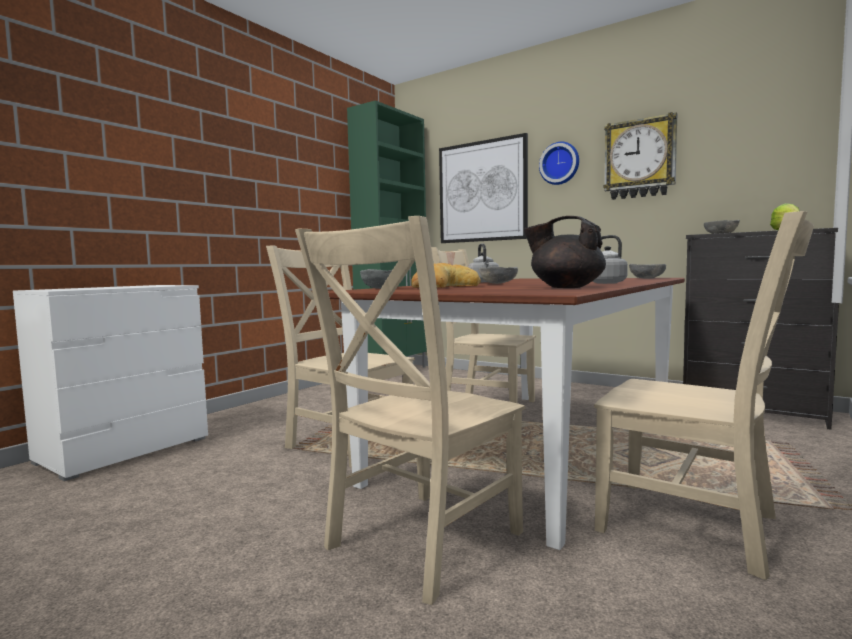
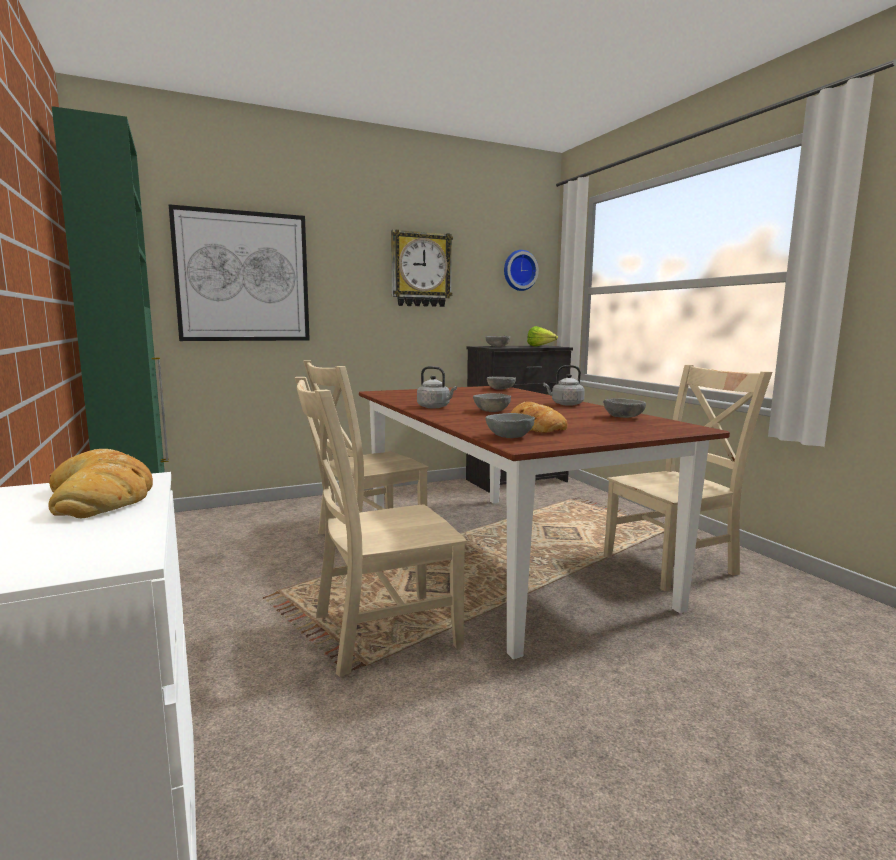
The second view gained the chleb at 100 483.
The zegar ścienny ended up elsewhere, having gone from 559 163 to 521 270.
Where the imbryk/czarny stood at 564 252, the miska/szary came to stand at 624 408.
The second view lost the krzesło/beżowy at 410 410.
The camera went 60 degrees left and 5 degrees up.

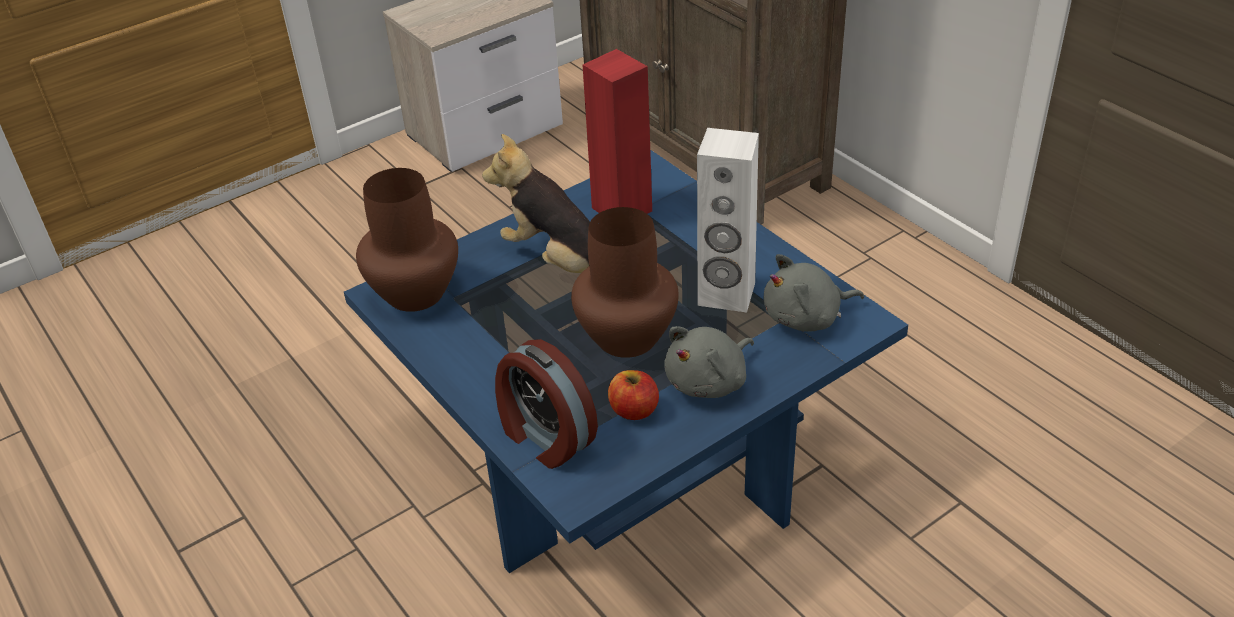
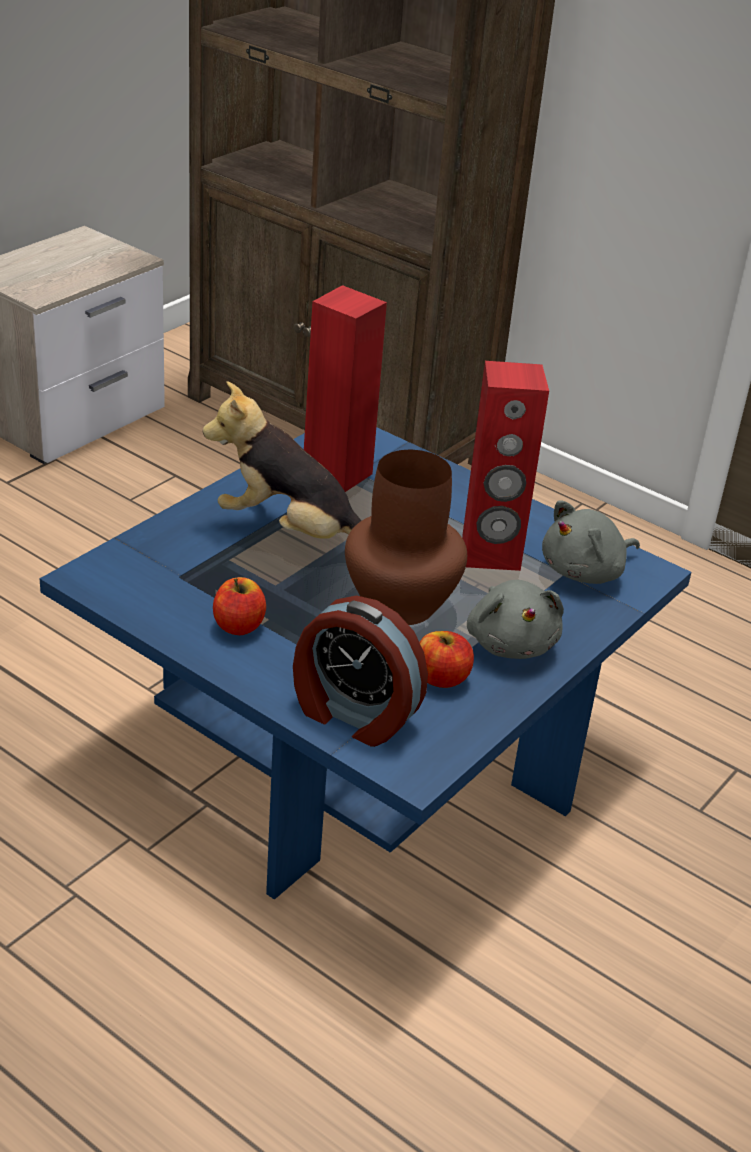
The second view gained the jabłko at 239 606.
What was the głośnik/biały at 728 220 turned into the głośnik/czerwony at 505 466.
The pluszak/szary at 709 362 ended up facing another way, 45 degrees counterclockwise from before.
The second view lost the wazon/brązowy at 407 240.
The camera went 20 degrees left and 5 degrees down.

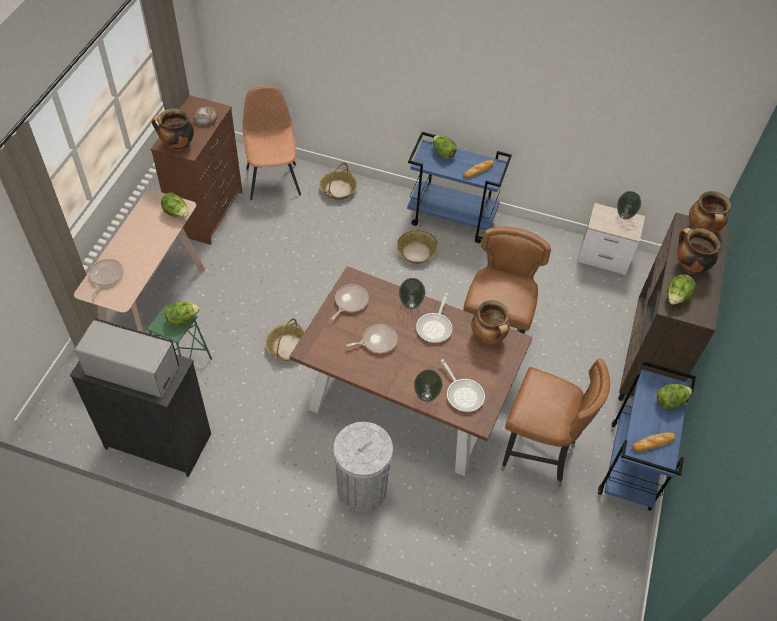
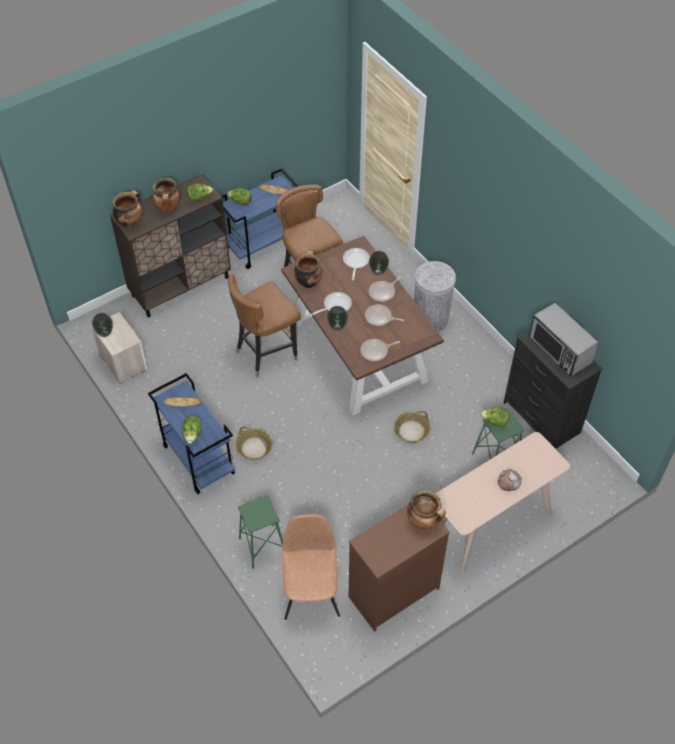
Where the koszyk stood at 338 181, the stołek/zielony came to stand at 260 532.
The krzesło/brązowy at 272 143 ended up facing another way, 150 degrees clockwise from before.
The patelnia ended up elsewhere, having gone from 106 278 to 385 289.
The chleb ended up elsewhere, having gone from 206 116 to 509 480.
The second view lost the sałata at 174 205.
The camera went 140 degrees left and 0 degrees up.

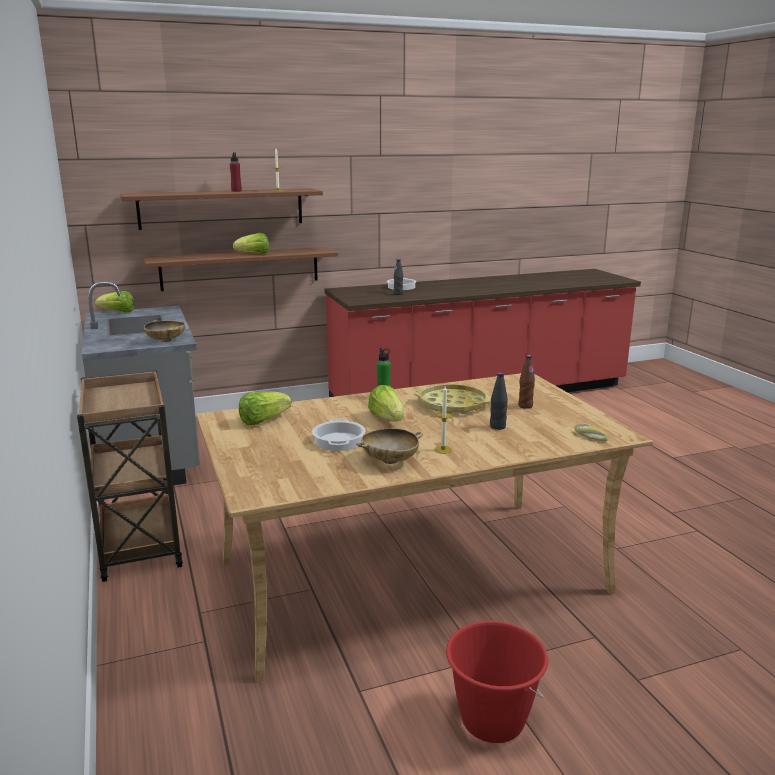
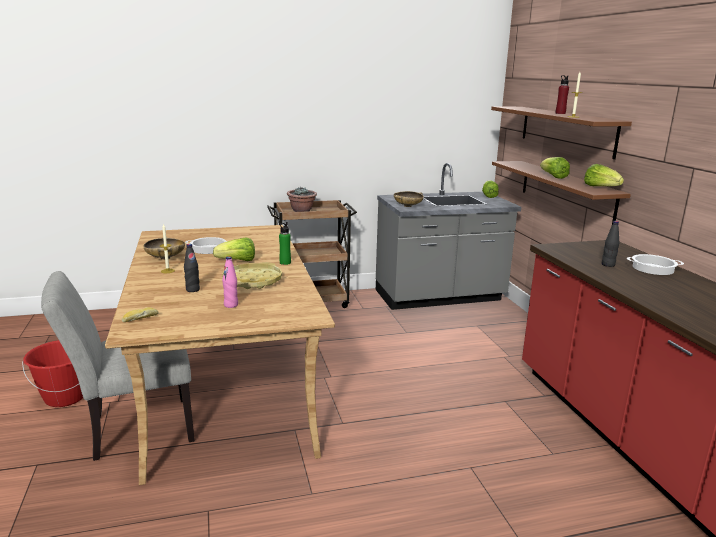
The second view gained the krzesło/szary at 118 366.
What was the butelka/brązowy at 526 382 turned into the butelka/różowy at 230 282.
The second view gained the roślina doniczkowa at 302 199.
The sałata ended up elsewhere, having gone from 265 408 to 604 175.
The camera went 95 degrees right and 0 degrees up.

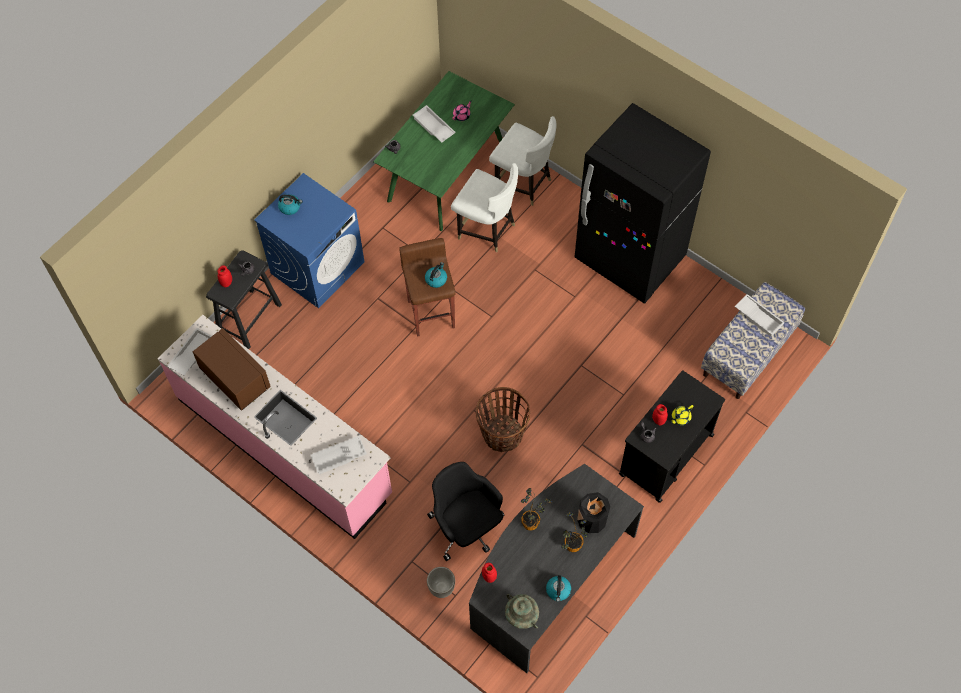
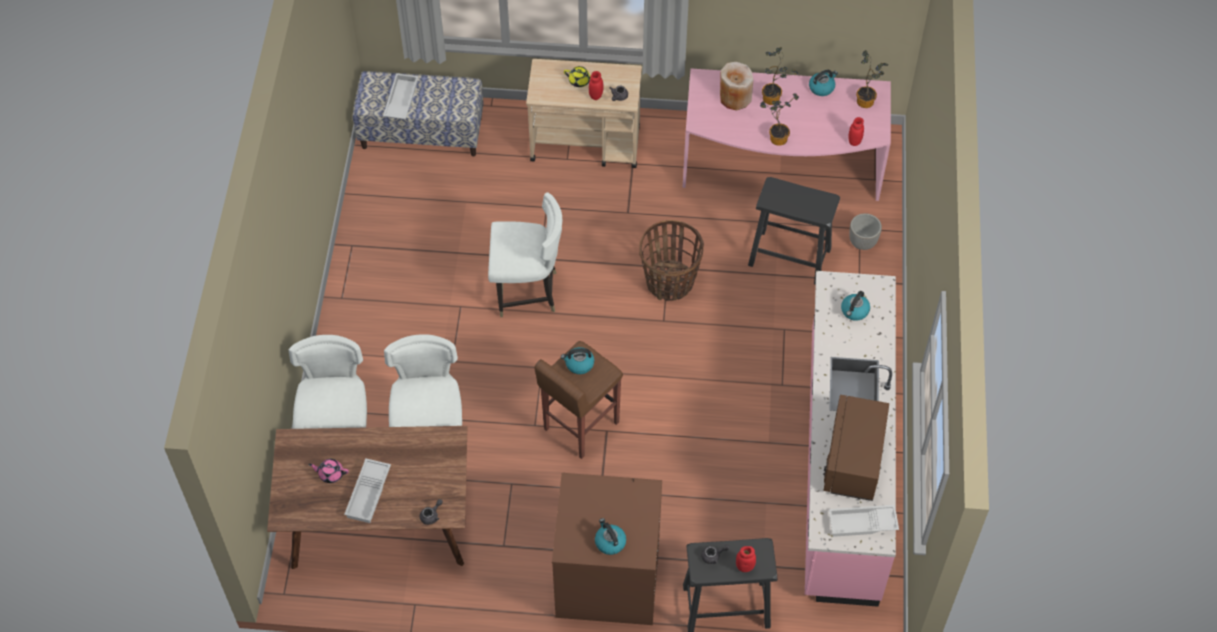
What was the stół jadalny/zielony at 444 151 turned into the stół jadalny/brązowy at 367 497.
The second view gained the krzesło/biały at 525 254.
What was the wózek/czarny at 672 437 turned into the wózek/beżowy at 584 113.
What was the pralka/niebieski at 309 240 turned into the pralka/brązowy at 607 549.
What was the biurko/szary at 556 568 turned into the biurko/różowy at 787 135.
What was the wazon/czarny at 593 512 turned into the wazon/beżowy at 736 86.
Where the krzesło biurowe/czarny stood at 466 511, the stołek/czarny came to stand at 794 231.
Where the taca/biały stood at 339 455, the czajnik came to stand at 855 306.
Where the wazon/turkusowy stood at 522 611, the roślina doniczkowa came to stand at 872 79.
The second view lost the lodówka/czarny at 643 203.
The camera went 125 degrees left and 5 degrees down.

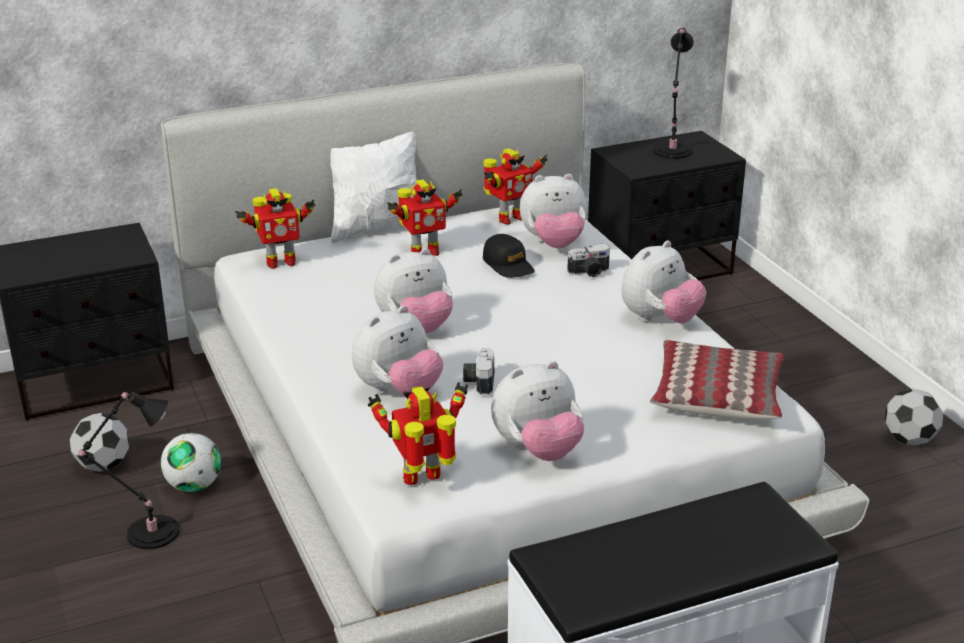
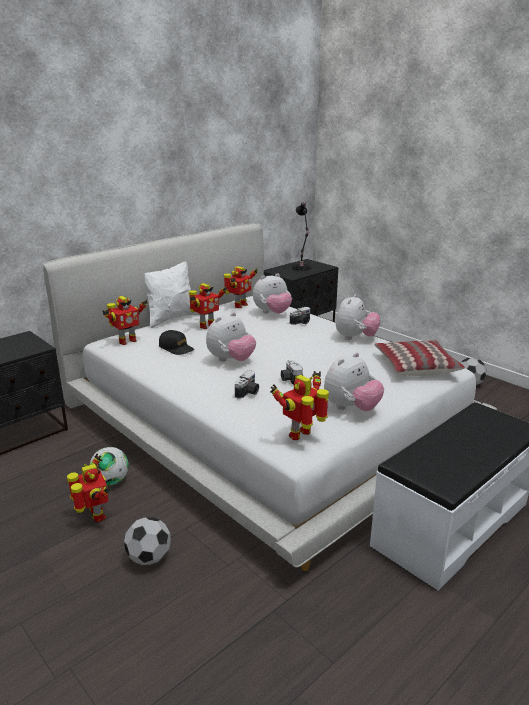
Where the lampa stołowa/czarny stood at 128 470, the robot zabawkowy came to stand at 89 488.
The piłka futbolowa ended up elsewhere, having gone from 99 442 to 147 541.
The czapka z daszkiem/czarny ended up elsewhere, having gone from 508 256 to 176 342.
Where the pluszak stood at 397 350, the aparat fotograficzny came to stand at 247 384.
The camera went 20 degrees left and 5 degrees down.

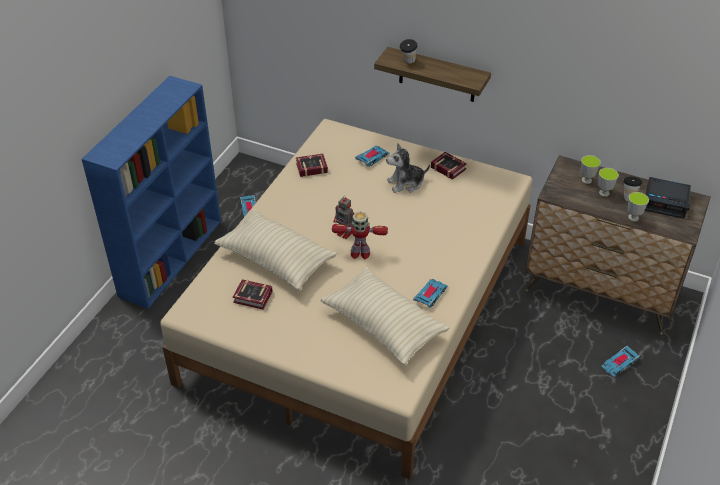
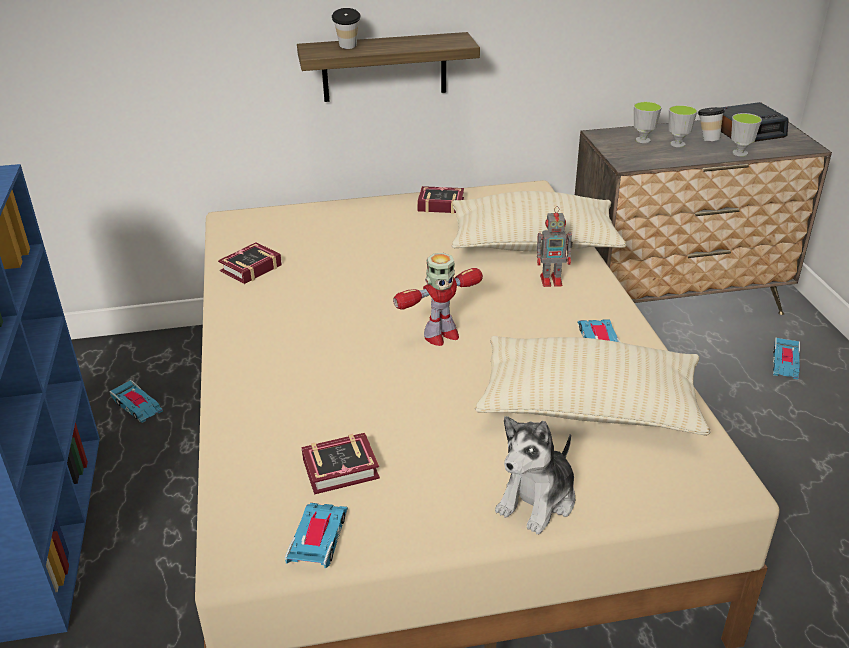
The samochodzik ended up elsewhere, having gone from 372 156 to 316 535.
The poduszka/beżowy ended up elsewhere, having gone from 275 250 to 538 221.
The pluszak ended up elsewhere, having gone from 408 168 to 535 475.
The robot zabawkowy ended up elsewhere, having gone from 343 217 to 555 246.
The camera went 35 degrees left and 10 degrees down.

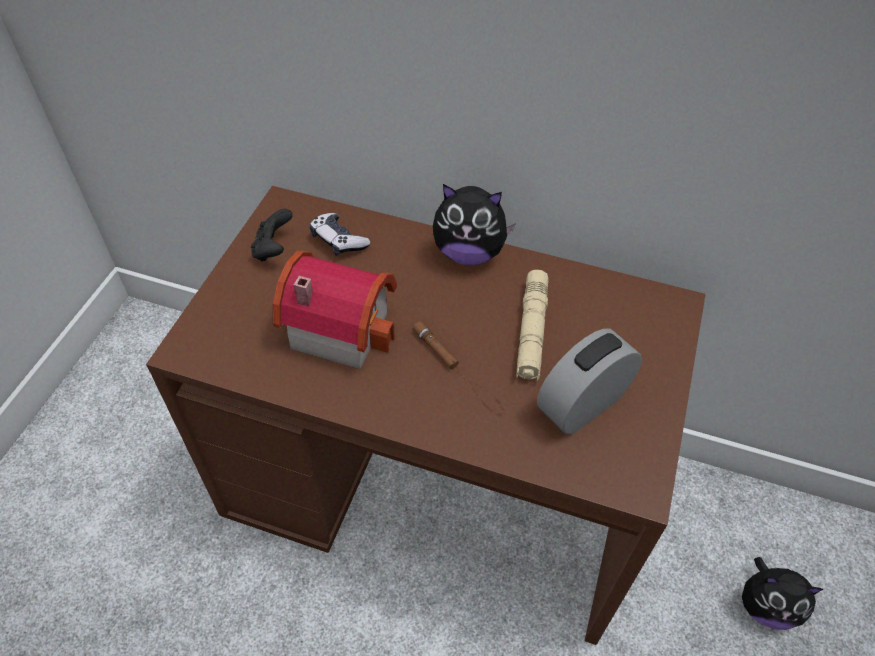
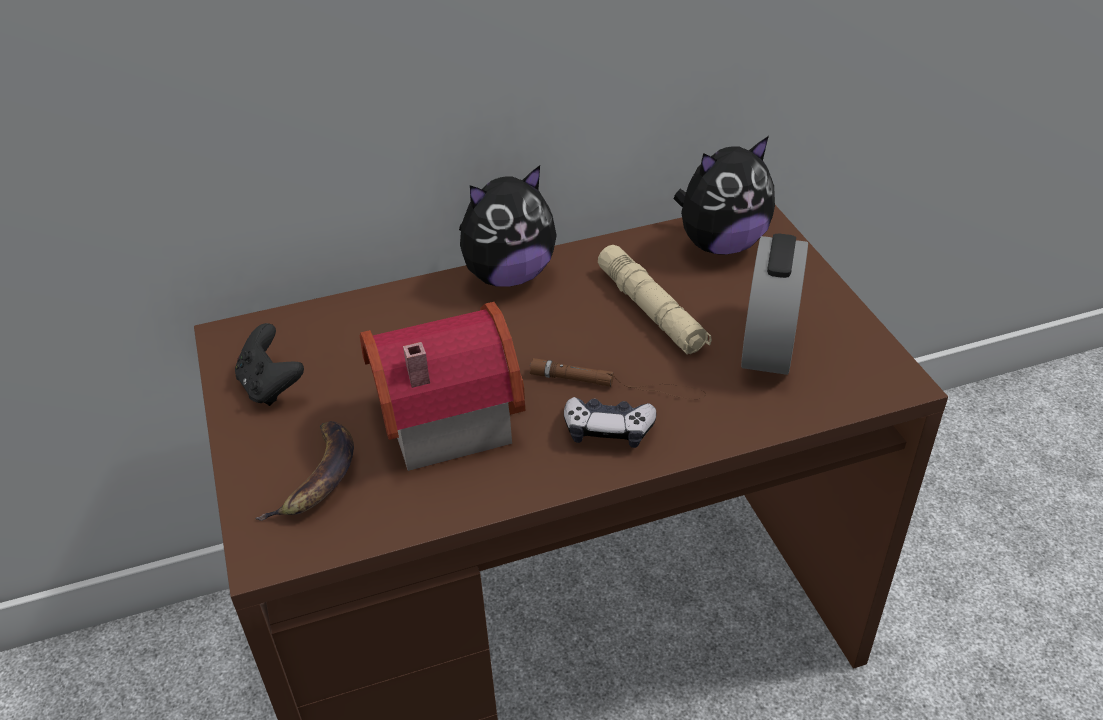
The second view gained the banan at 304 471.
The pad do gier ended up elsewhere, having gone from 340 234 to 610 422.
The pluszak ended up elsewhere, having gone from 783 593 to 724 195.
The camera went 35 degrees left and 10 degrees down.

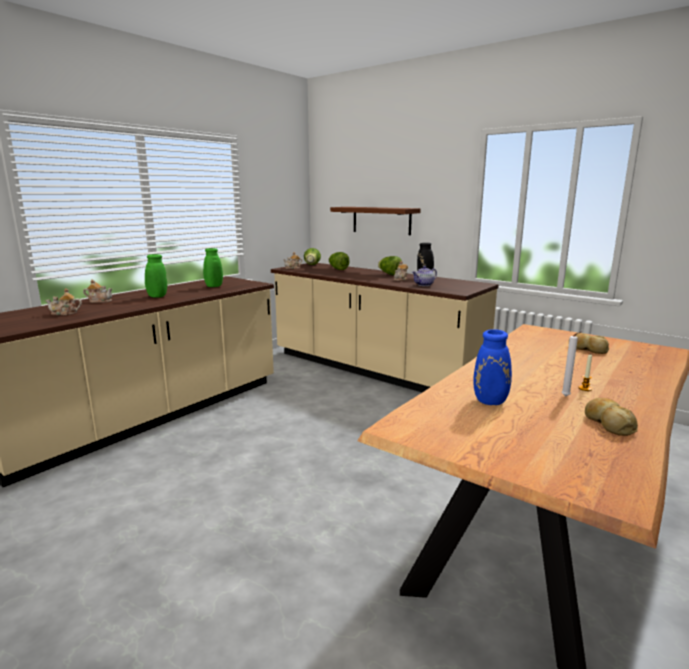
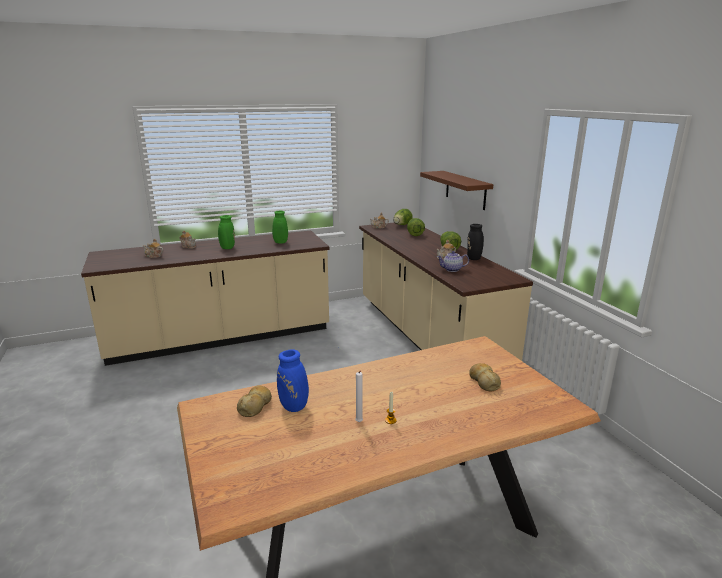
The chleb ended up elsewhere, having gone from 611 417 to 254 401.
The camera went 30 degrees right and 5 degrees up.

